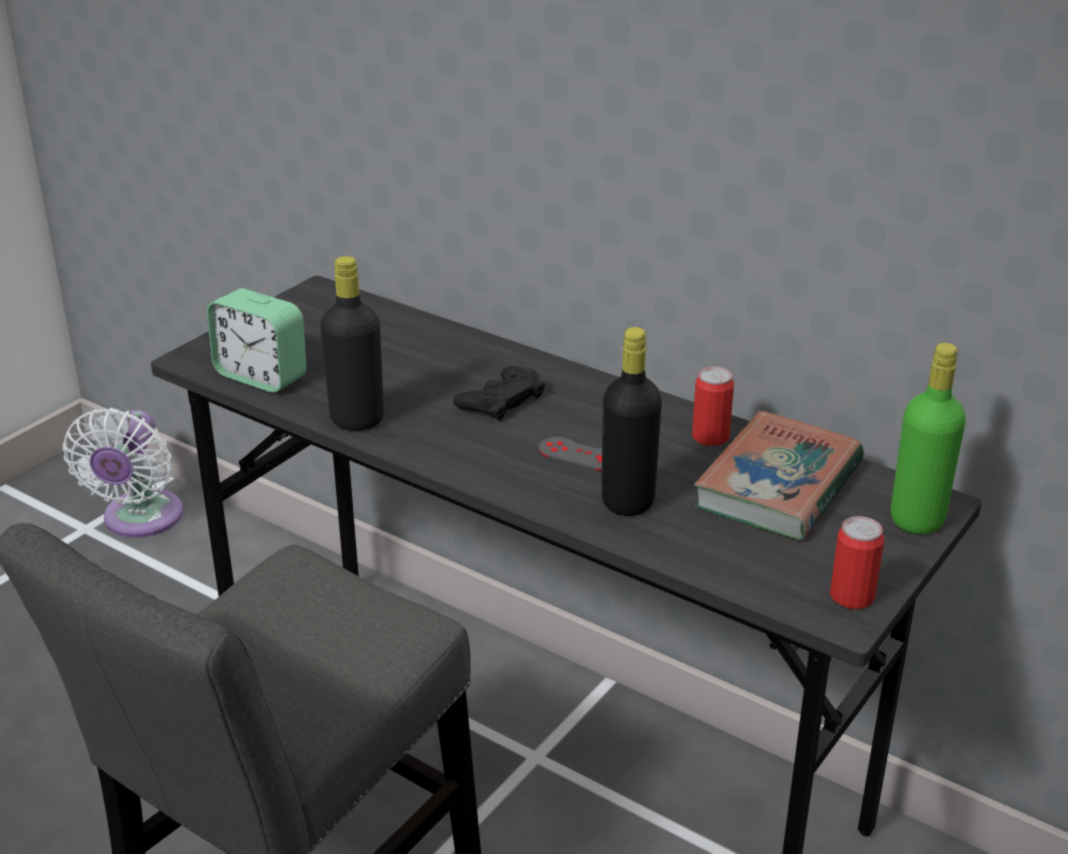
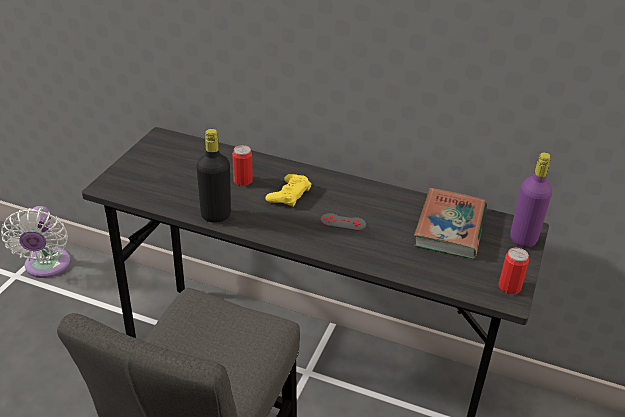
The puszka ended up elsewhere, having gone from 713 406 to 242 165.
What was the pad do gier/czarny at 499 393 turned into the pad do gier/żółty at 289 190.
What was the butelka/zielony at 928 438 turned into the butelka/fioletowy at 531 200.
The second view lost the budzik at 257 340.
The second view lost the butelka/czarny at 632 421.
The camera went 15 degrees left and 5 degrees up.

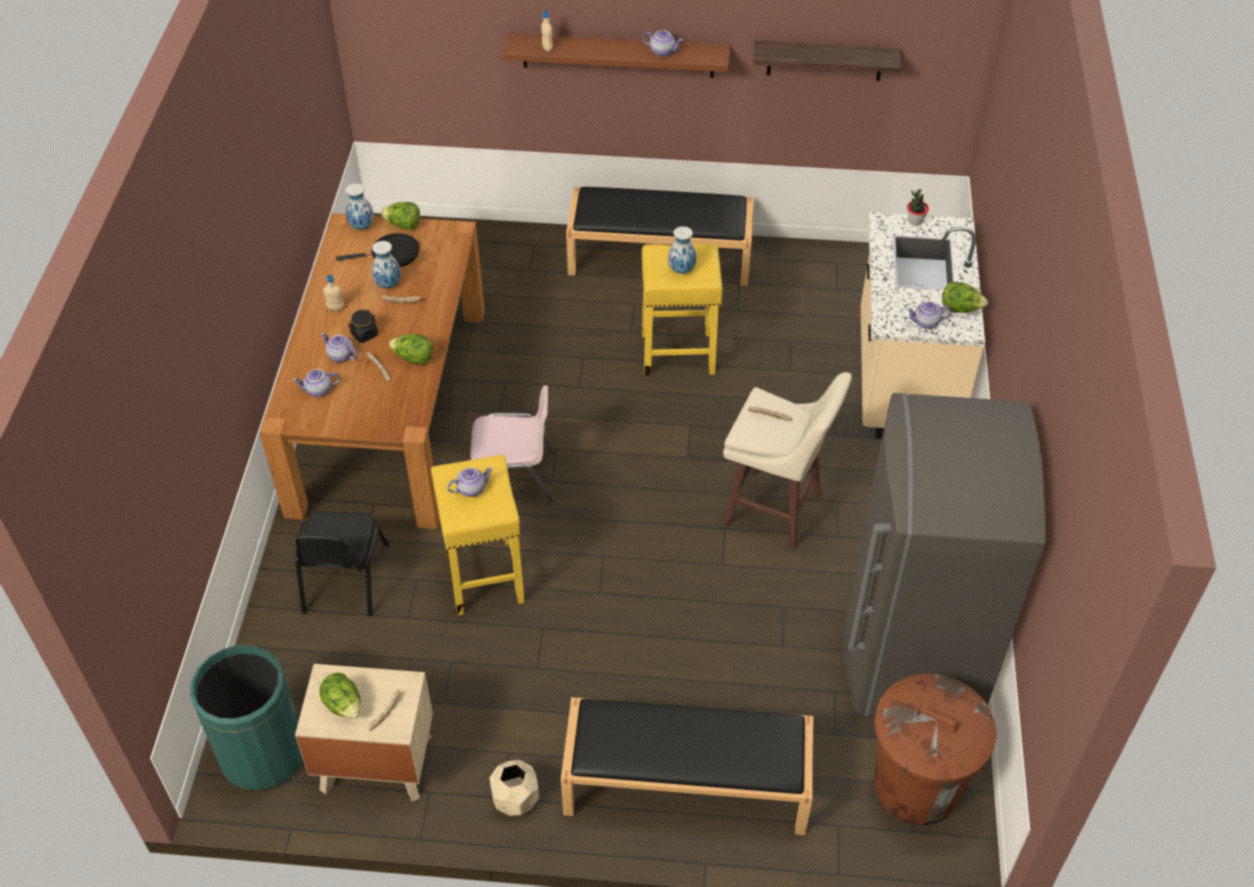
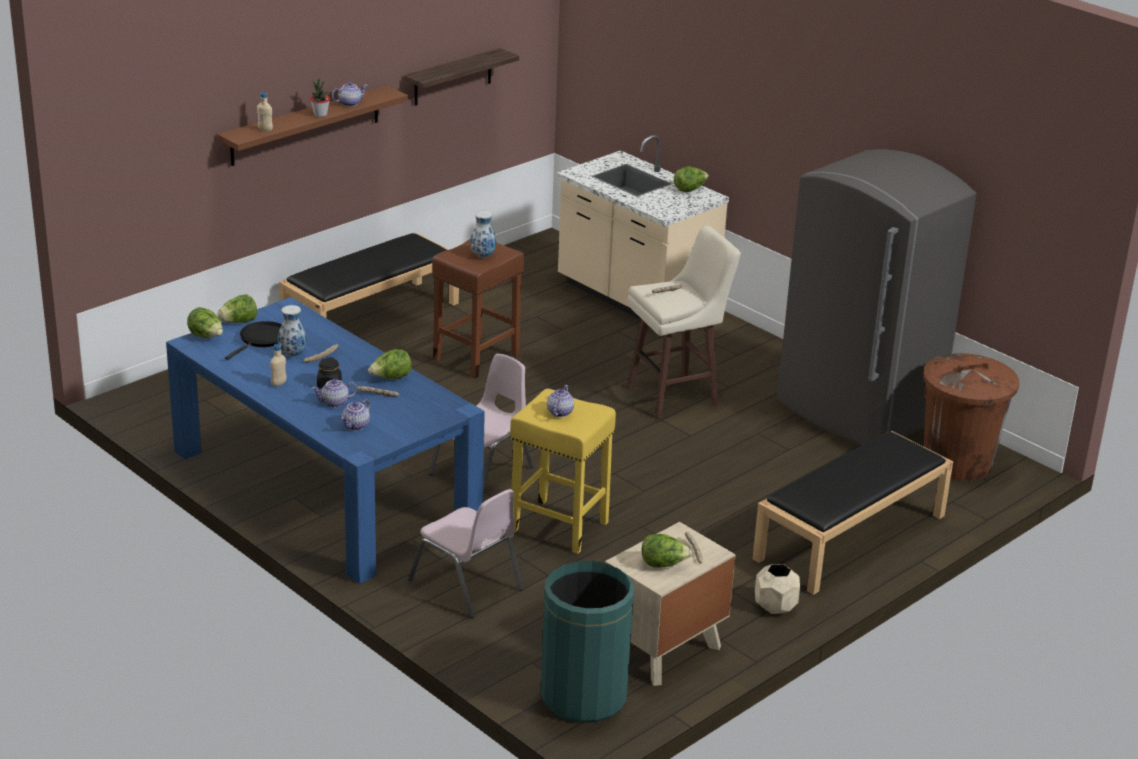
What was the stół jadalny/brązowy at 372 371 turned into the stół jadalny/niebieski at 325 440.
Where the wazon stood at 359 206, the sałata came to stand at 205 322.
The roślina doniczkowa ended up elsewhere, having gone from 918 207 to 320 98.
What was the krzesło/czarny at 342 564 turned into the krzesło/różowy at 465 553.
What was the stołek/żółty at 682 309 turned into the stołek/brązowy at 478 308.
The second view lost the imbryk at 929 315.
The camera went 50 degrees left and 20 degrees down.

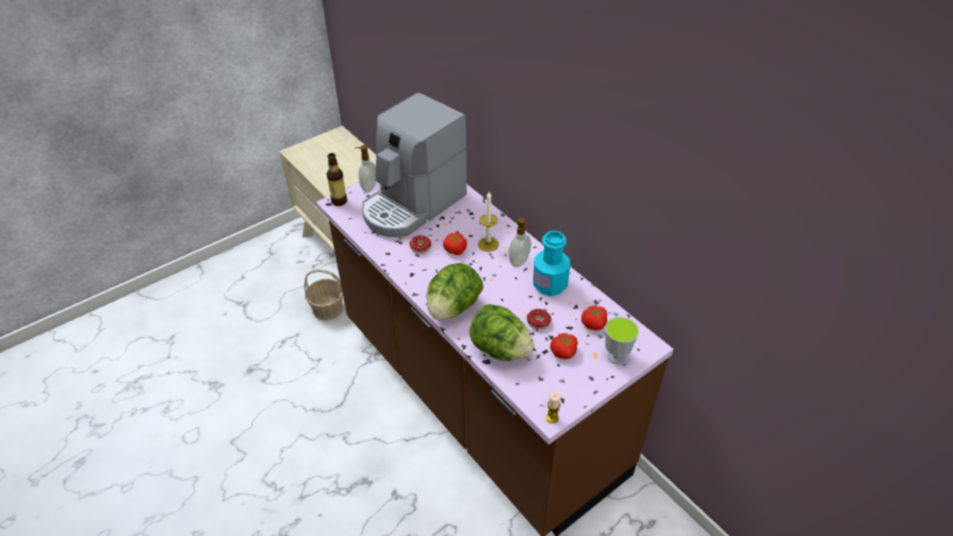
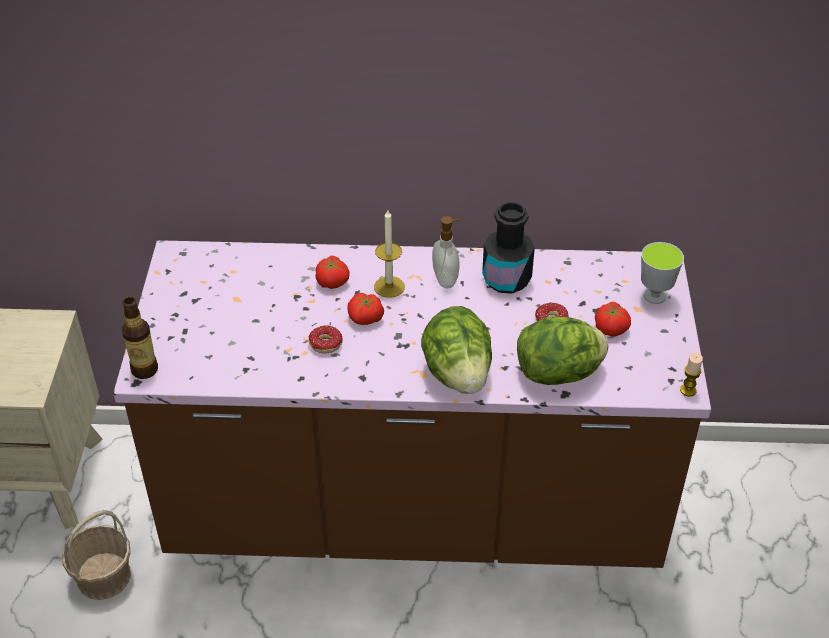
The pomidor ended up elsewhere, having gone from 594 318 to 332 272.
What was the butelka/turkusowy at 551 263 turned into the butelka/czarny at 508 248.
The second view lost the dozownik mydła at 365 168.
The second view lost the ekspres do kawy at 414 164.
The camera went 50 degrees left and 0 degrees up.

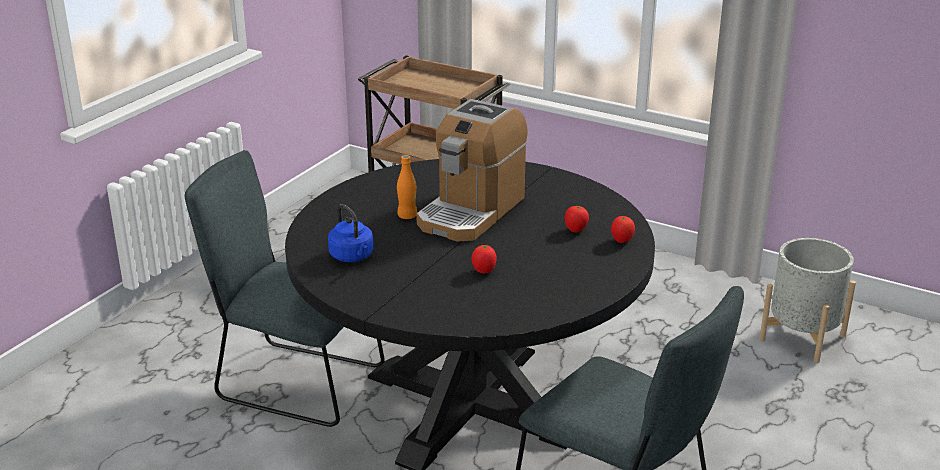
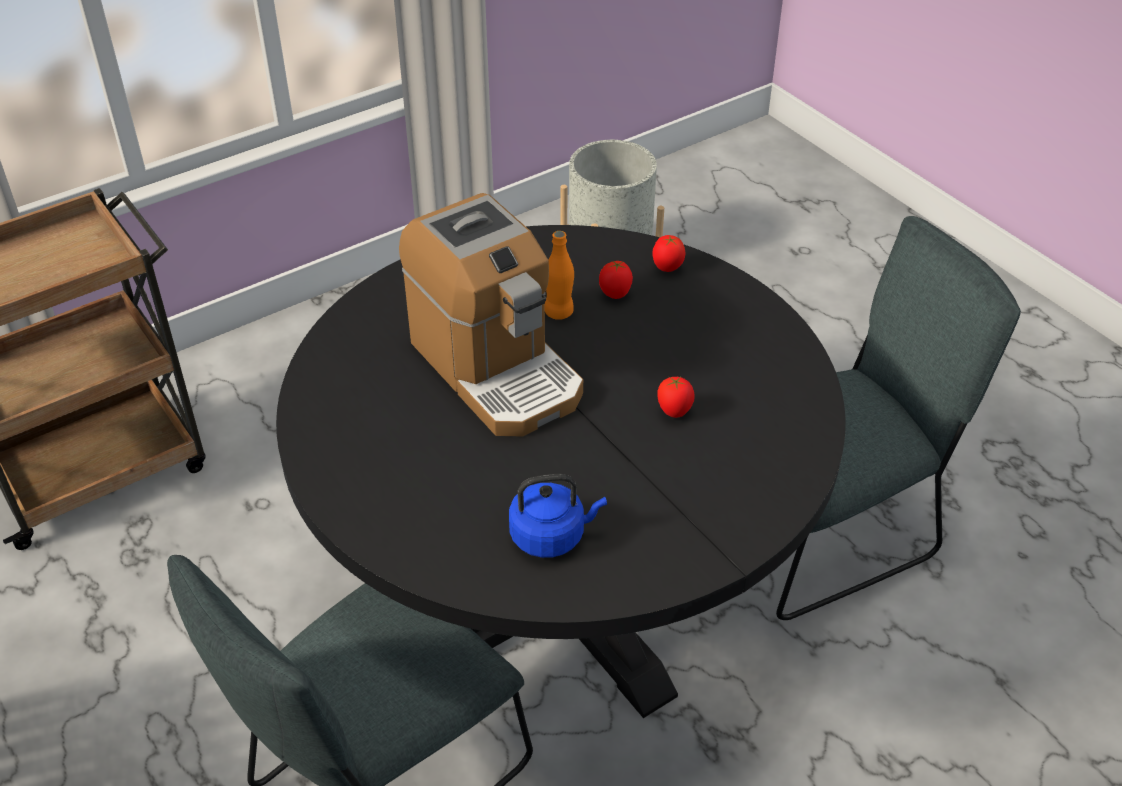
The butelka/pomarańczowy ended up elsewhere, having gone from 407 187 to 559 275.
The camera went 65 degrees left and 15 degrees up.

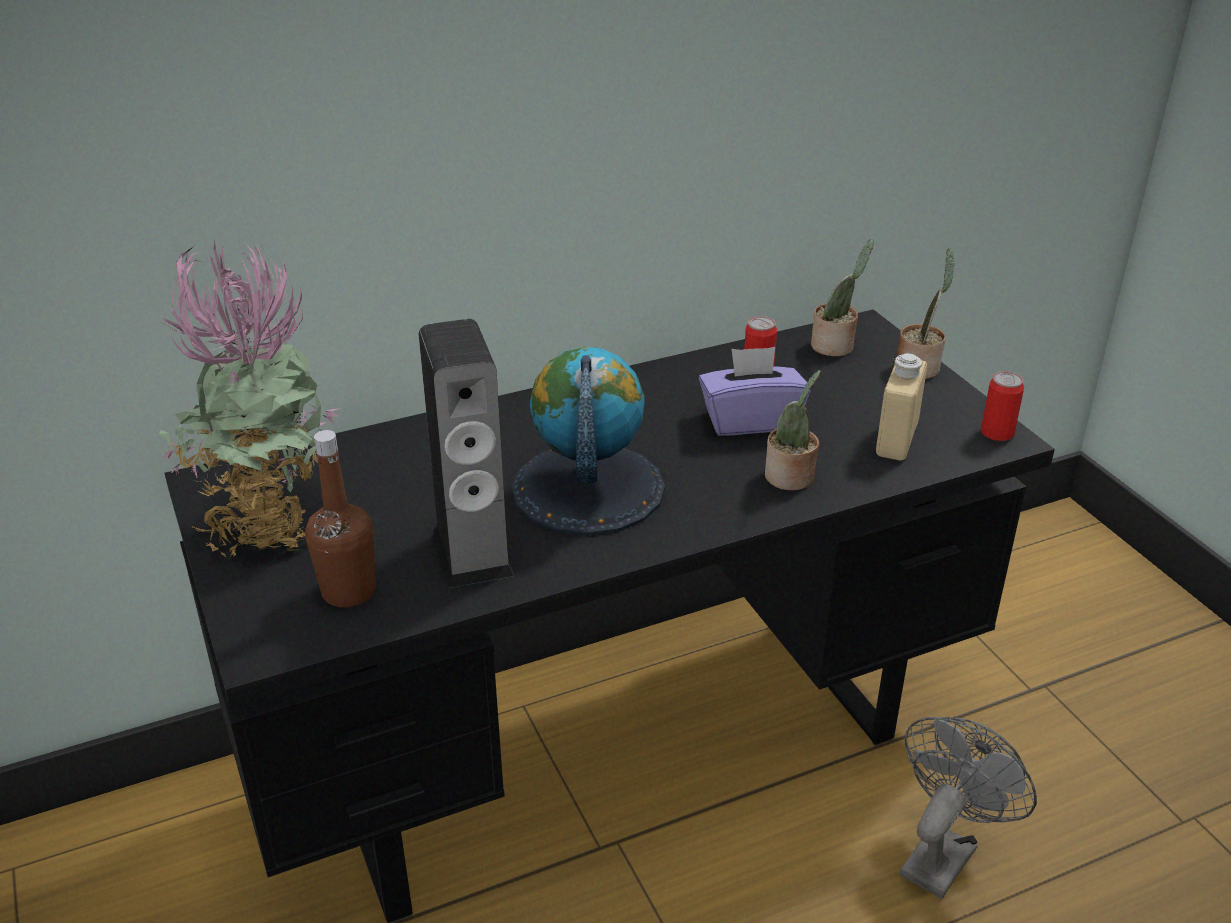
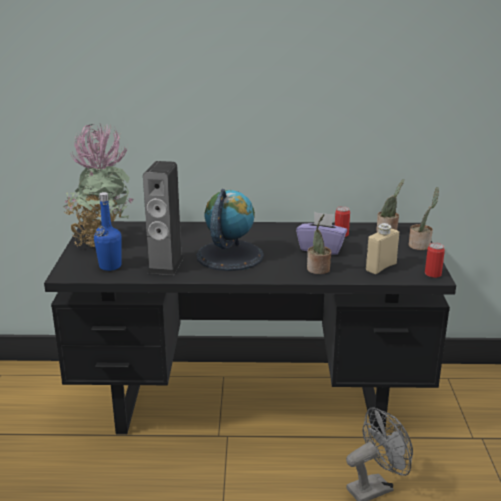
What was the butelka/brązowy at 340 519 turned into the butelka/niebieski at 108 231.
The camera went 25 degrees right and 10 degrees down.

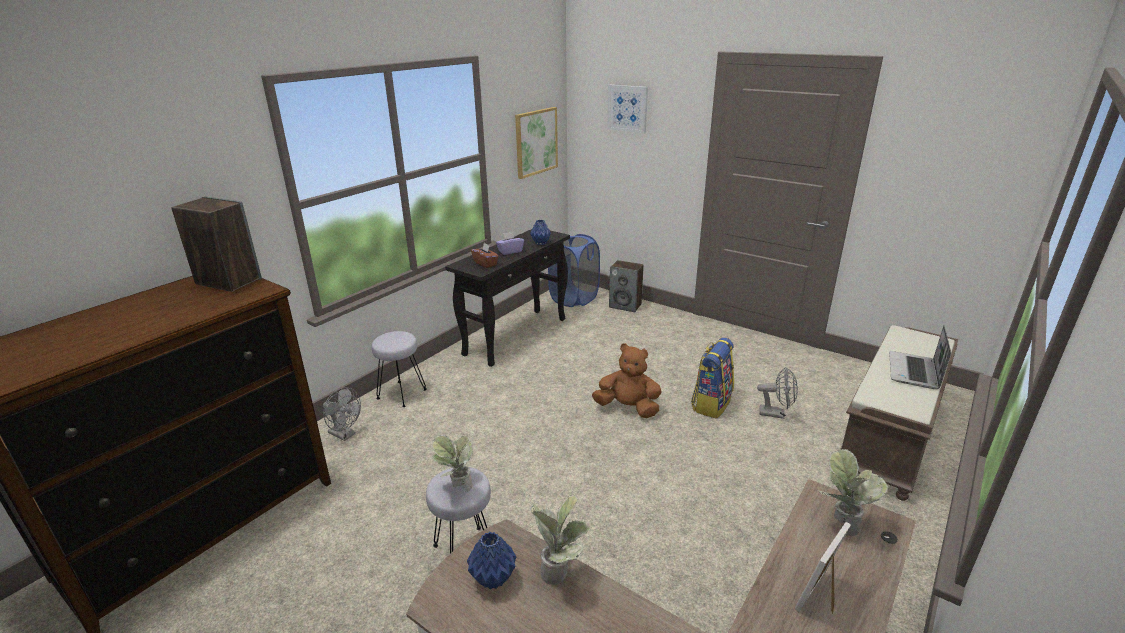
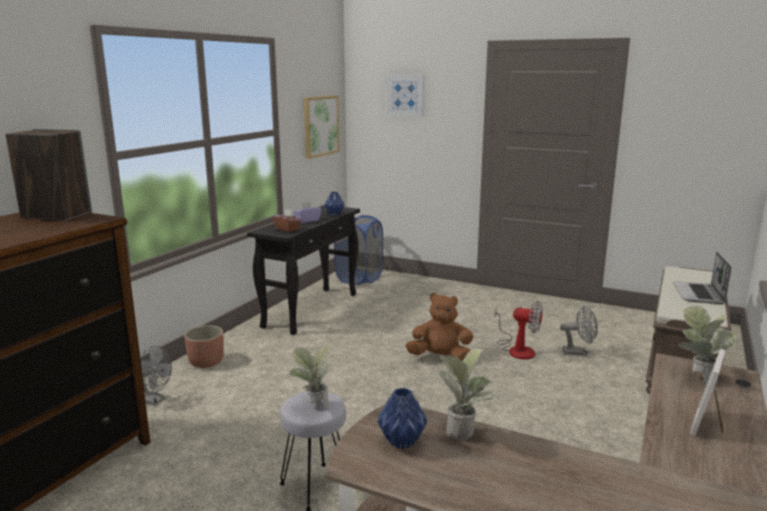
Where the stołek/szary stood at 399 369, the donica came to stand at 204 346.
Where the plecak stood at 712 378, the wentylator came to stand at 518 330.
The second view lost the głośnik at 626 286.
The camera went 10 degrees left and 10 degrees down.

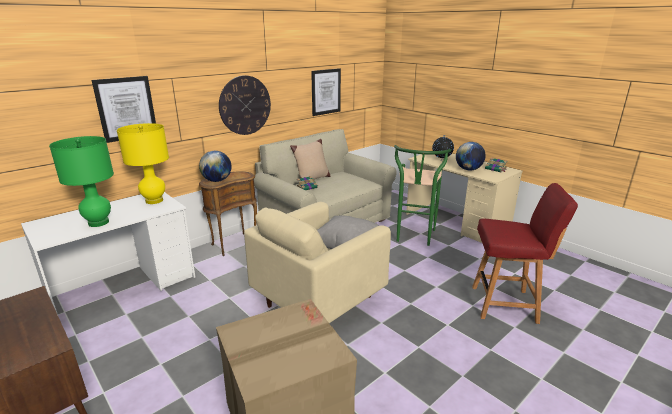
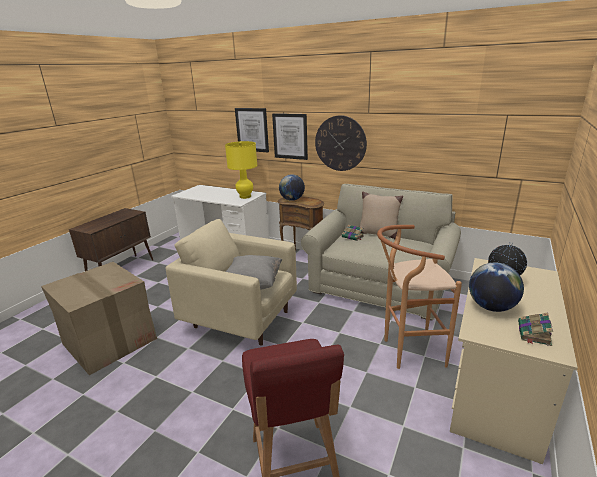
The obraz ended up elsewhere, having gone from 326 92 to 290 136.
What was the stołek/zielony at 422 195 turned into the stołek/brązowy at 419 297.
The second view lost the lampa stołowa/zielony at 81 181.
The camera went 70 degrees right and 0 degrees up.

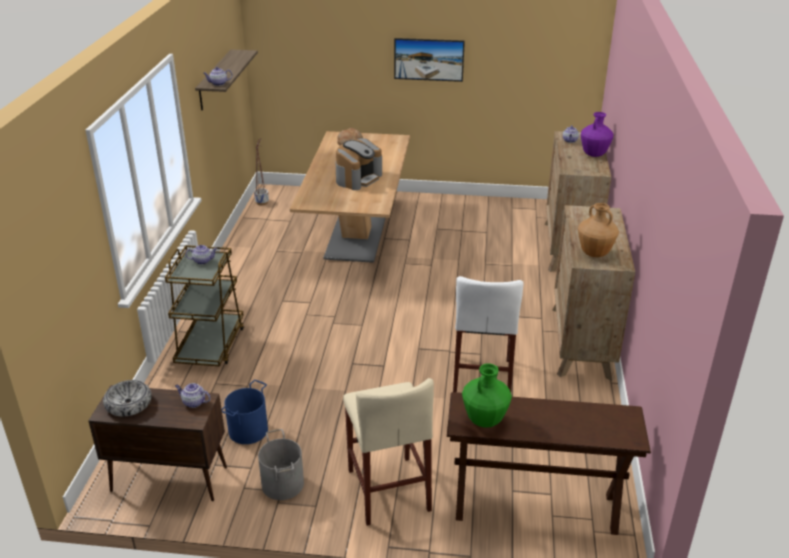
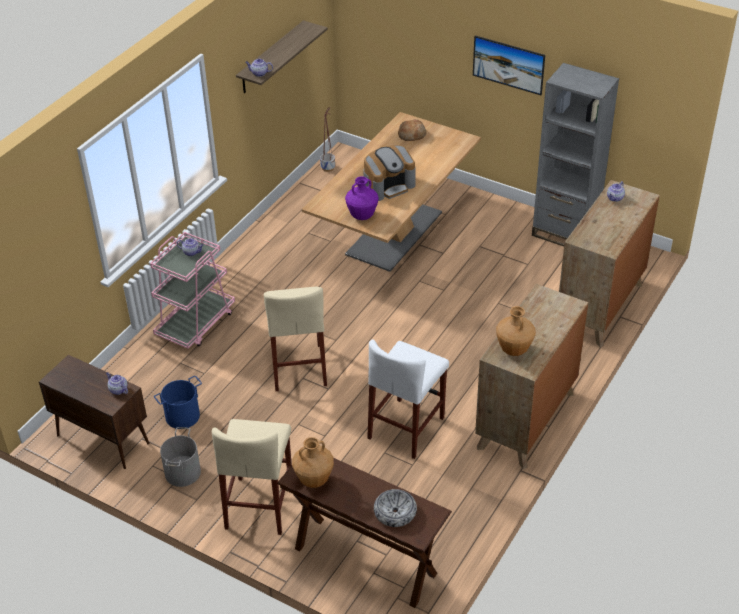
What was the wózek/brązowy at 204 306 turned into the wózek/różowy at 192 290.
The second view gained the stołek/beżowy at 295 339.
What was the wazon/zielony at 487 395 turned into the wazon/brązowy at 313 462.
The wazon/fioletowy ended up elsewhere, having gone from 597 134 to 362 198.
The miska ended up elsewhere, having gone from 127 398 to 395 508.
The second view gained the regał/szary at 575 155.
The camera went 25 degrees right and 10 degrees up.

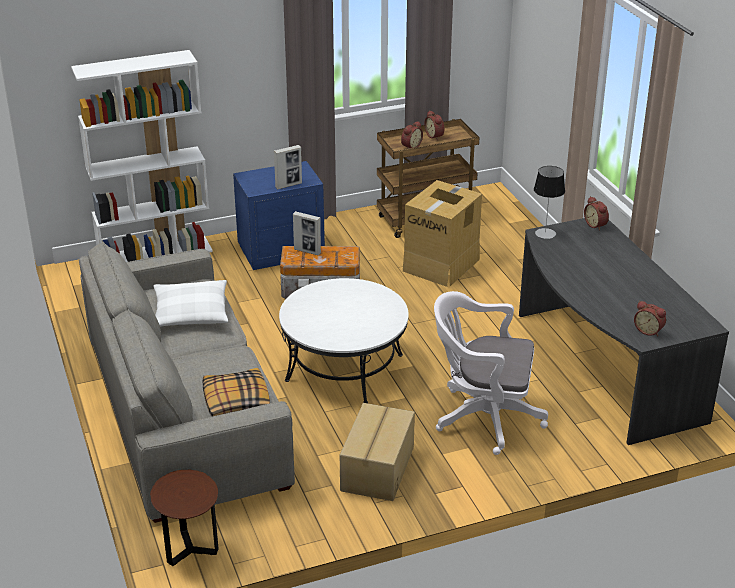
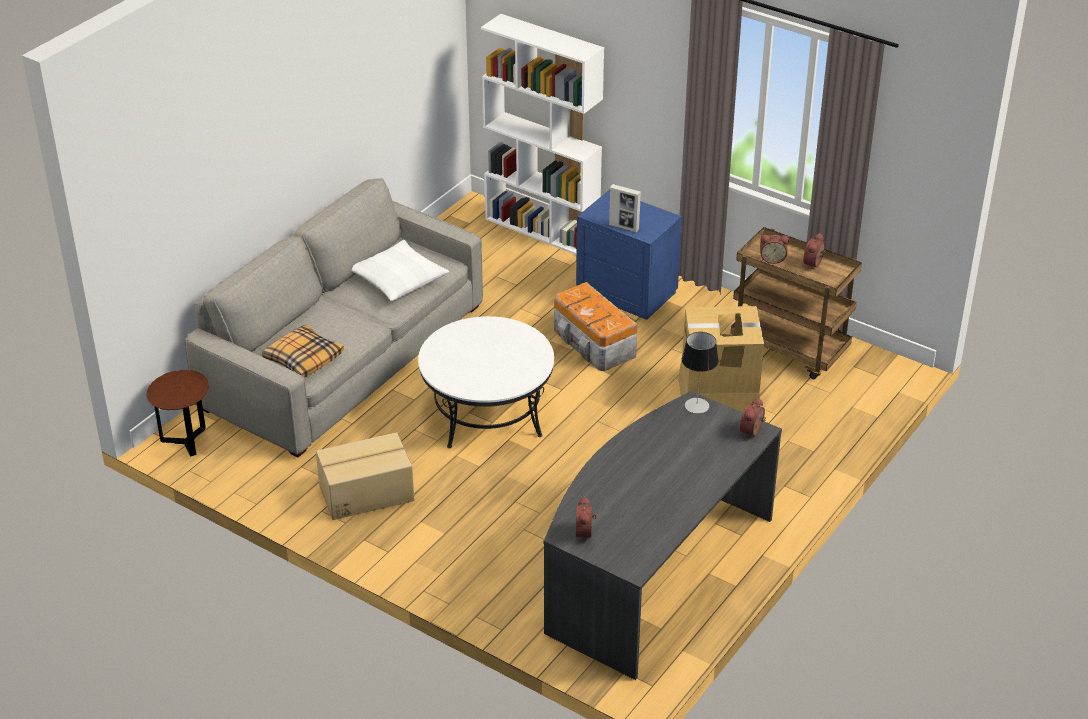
The second view lost the ramka na zdjęcie at 307 233.
The second view lost the krzesło biurowe/biały at 491 373.
The camera went 55 degrees right and 5 degrees up.

